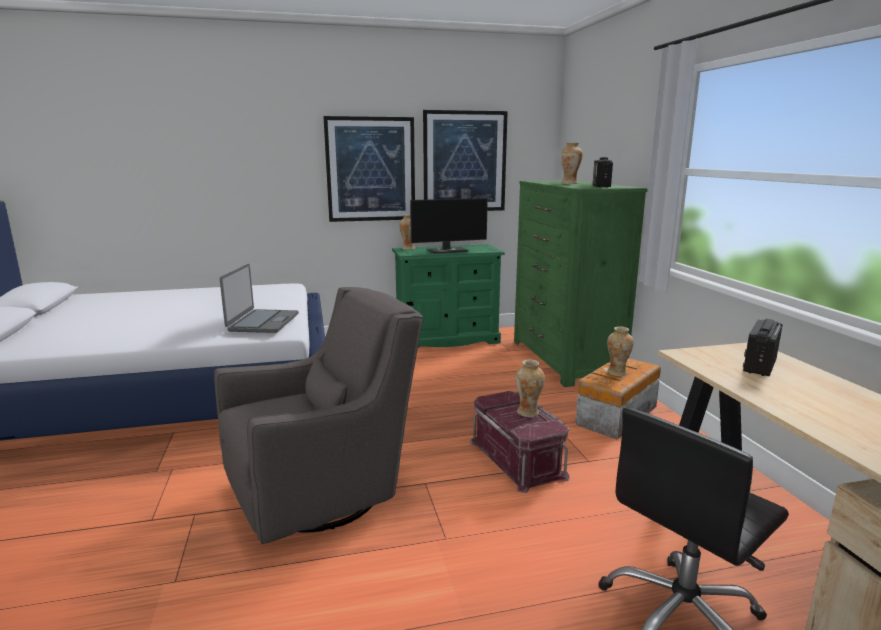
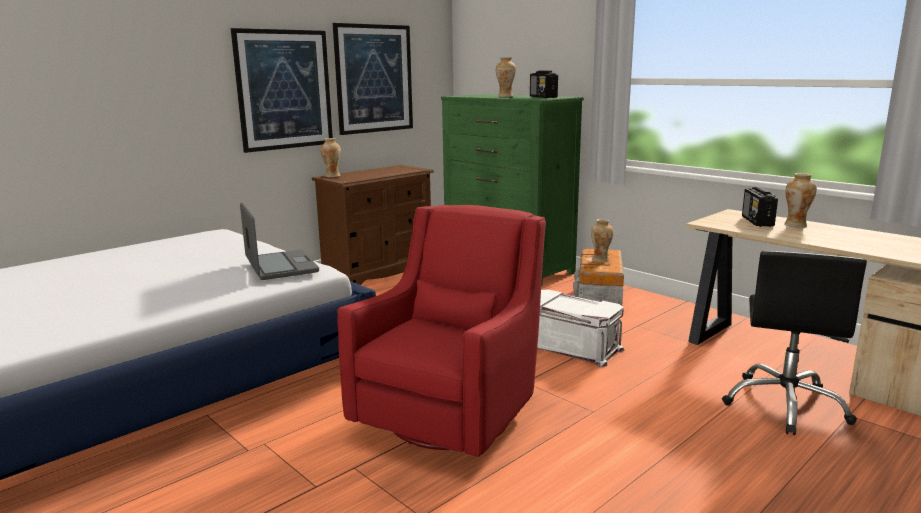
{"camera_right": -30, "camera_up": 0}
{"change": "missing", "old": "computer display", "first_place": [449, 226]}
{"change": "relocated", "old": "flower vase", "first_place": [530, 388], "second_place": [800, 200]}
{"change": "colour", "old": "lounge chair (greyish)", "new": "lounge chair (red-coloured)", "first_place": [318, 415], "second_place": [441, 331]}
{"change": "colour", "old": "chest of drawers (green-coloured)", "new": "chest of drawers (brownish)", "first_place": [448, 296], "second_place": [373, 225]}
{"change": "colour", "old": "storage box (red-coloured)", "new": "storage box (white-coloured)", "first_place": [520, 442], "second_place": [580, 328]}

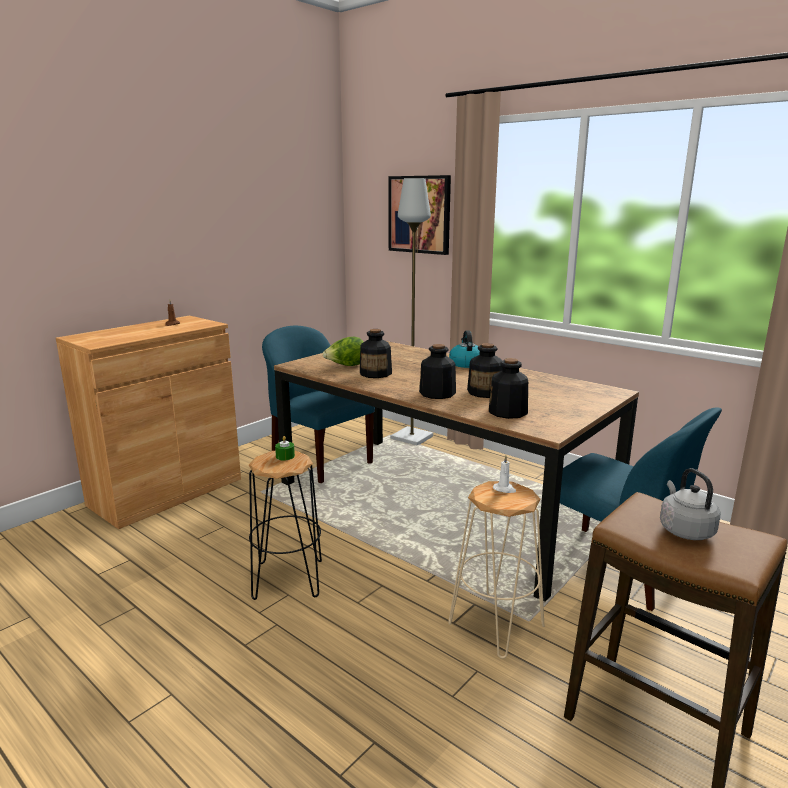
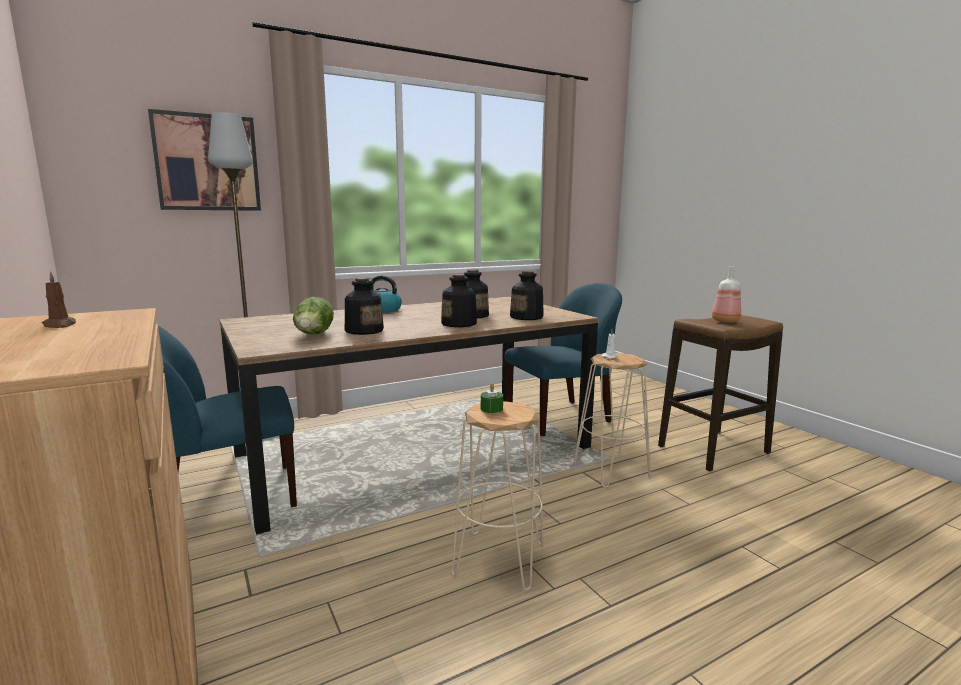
{"camera_right": -70, "camera_up": -5}
{"change": "exchanged", "old": "water kettle (greyish)", "new": "beverage bottle", "first_place": [690, 504], "second_place": [726, 294]}
{"change": "colour", "old": "stool seat (black-coloured)", "new": "stool seat (sand-coloured)", "first_place": [285, 525], "second_place": [498, 496]}

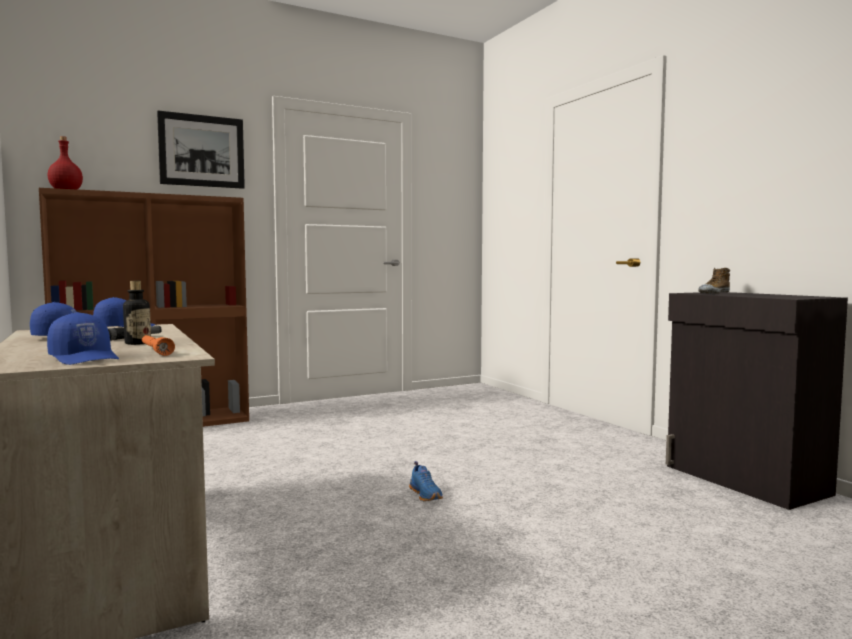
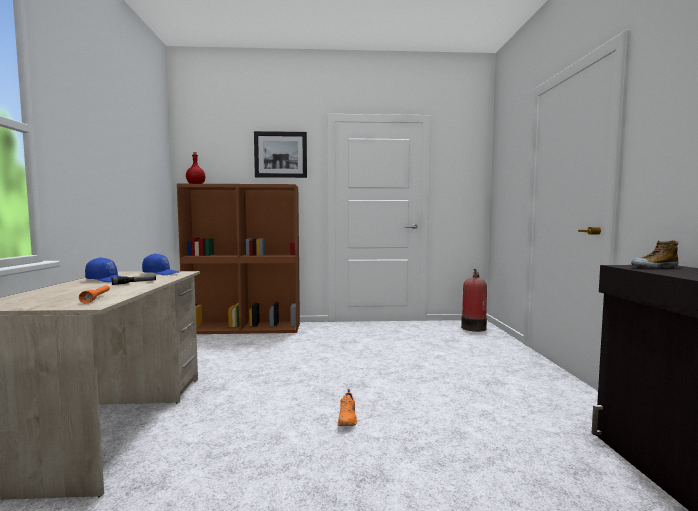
{"camera_right": 25, "camera_up": 0}
{"change": "missing", "old": "baseball cap (blue-coloured)", "first_place": [83, 338]}
{"change": "missing", "old": "beverage bottle", "first_place": [137, 313]}
{"change": "appeared", "new": "extinguisher", "second_place": [474, 300]}
{"change": "colour", "old": "item of footwear (blue-coloured)", "new": "item of footwear (orange-coloured)", "first_place": [426, 481], "second_place": [347, 407]}

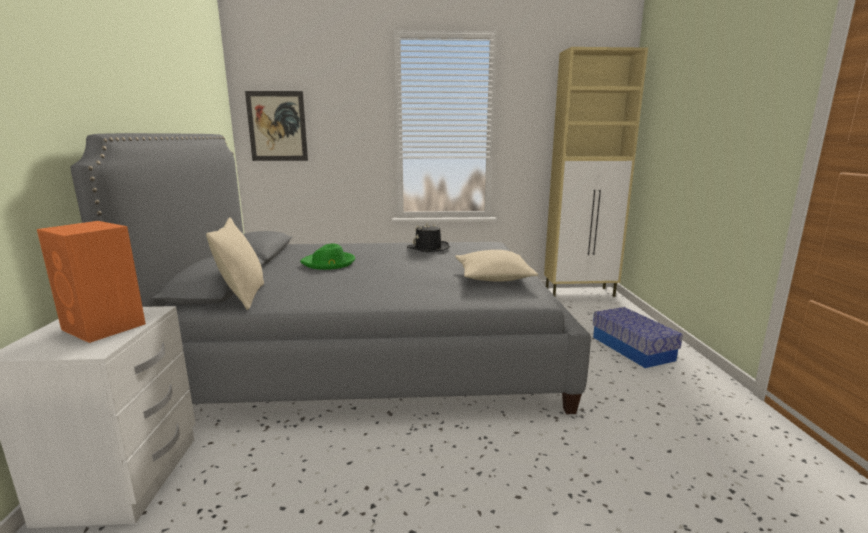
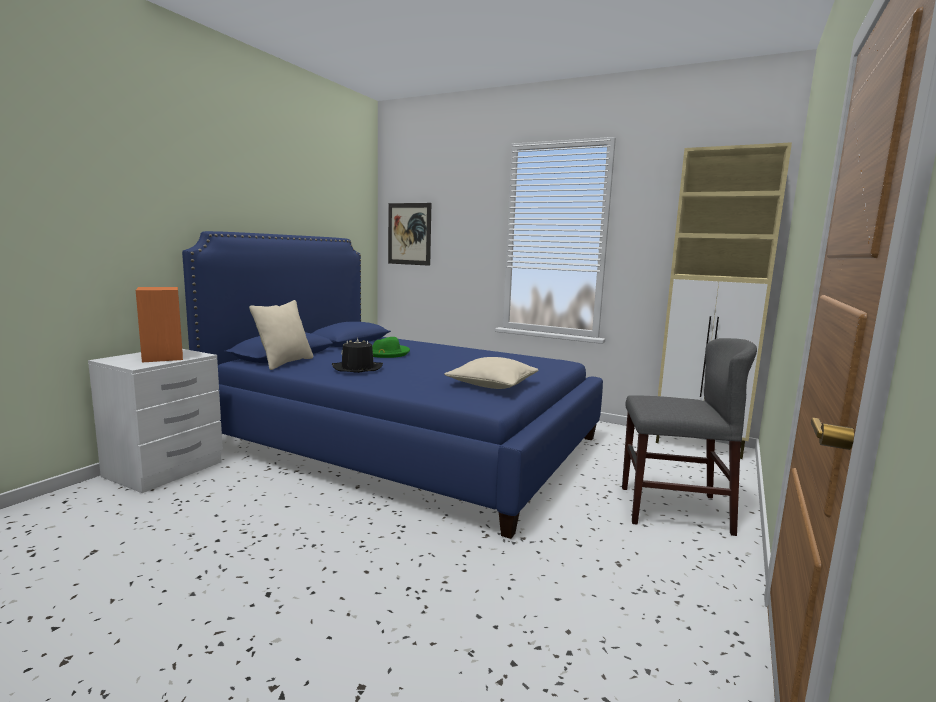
{"camera_right": 30, "camera_up": -5}
{"change": "relocated", "old": "hat (black-coloured)", "first_place": [428, 237], "second_place": [357, 355]}
{"change": "exchanged", "old": "storage box", "new": "upright chair (greyish)", "first_place": [638, 337], "second_place": [689, 437]}
{"change": "colour", "old": "bedroom bed (greyish)", "new": "bedroom bed (blue-coloured)", "first_place": [331, 273], "second_place": [392, 385]}

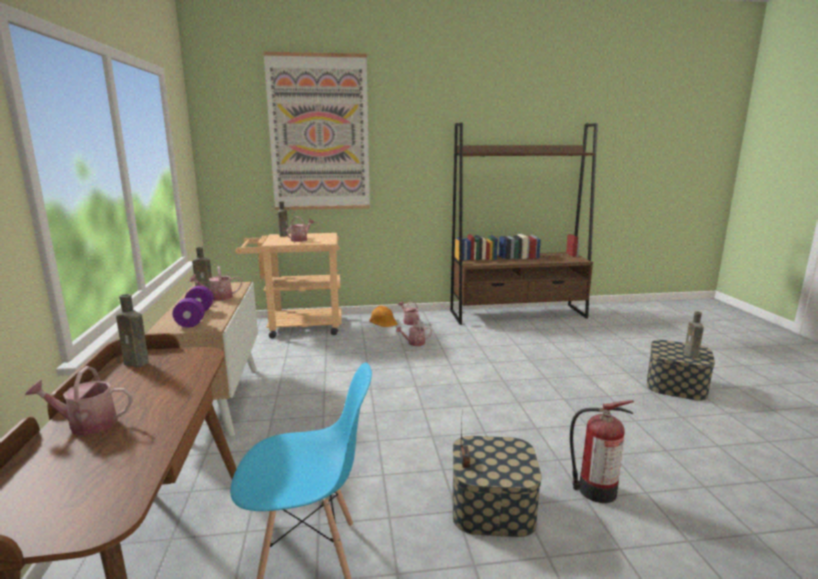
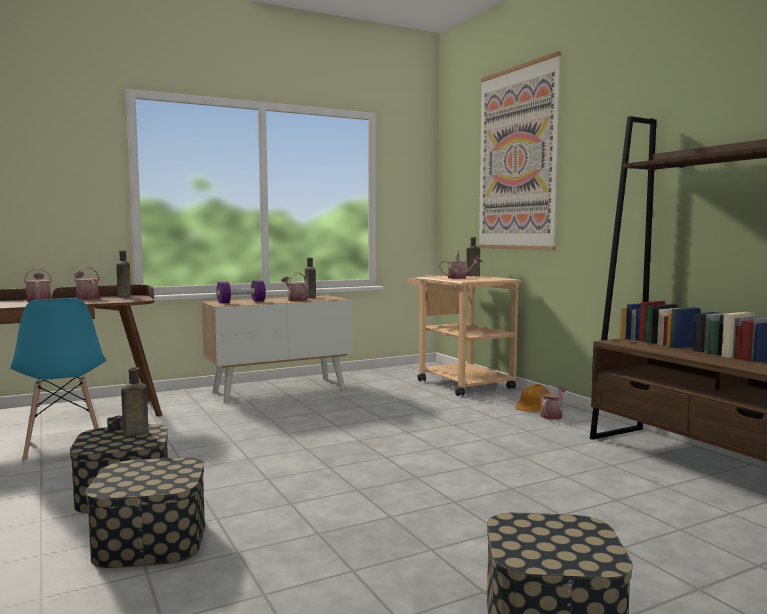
{"camera_right": 70, "camera_up": -10}
{"change": "relocated", "old": "sprinkling can", "first_place": [414, 333], "second_place": [87, 283]}
{"change": "relocated", "old": "beverage bottle (brownish)", "first_place": [694, 334], "second_place": [135, 402]}
{"change": "exchanged", "old": "extinguisher", "new": "storage box", "first_place": [602, 451], "second_place": [145, 512]}

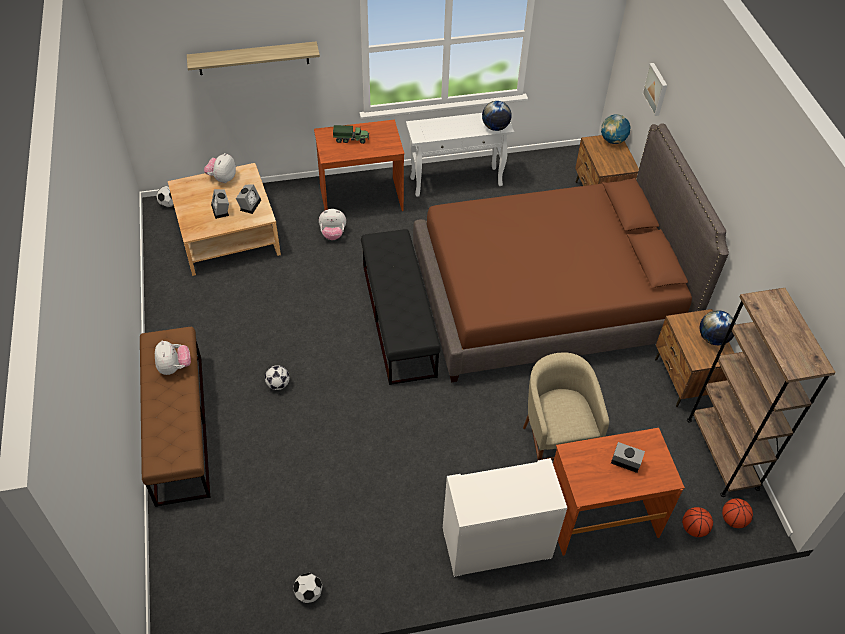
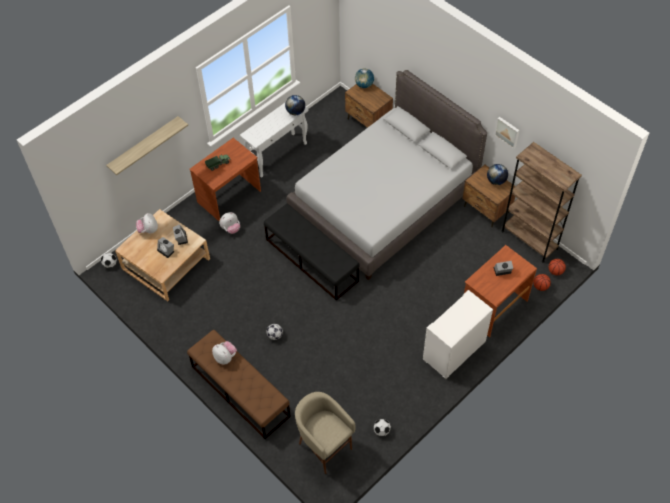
{"camera_right": -30, "camera_up": 5}
{"change": "relocated", "old": "stool seat (sand-coloured)", "first_place": [566, 406], "second_place": [325, 433]}
{"change": "relocated", "old": "wall art", "first_place": [654, 89], "second_place": [507, 133]}
{"change": "colour", "old": "bedroom bed (brownish)", "new": "bedroom bed (greyish)", "first_place": [571, 252], "second_place": [387, 175]}

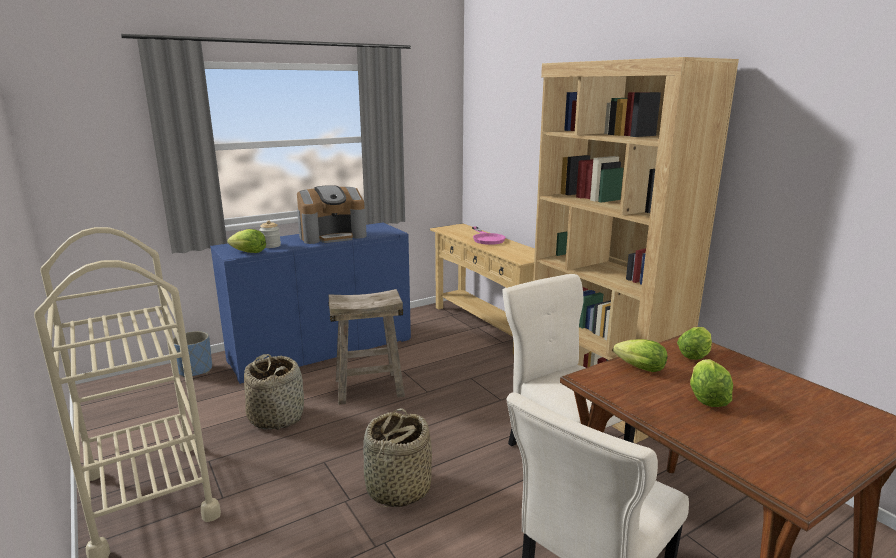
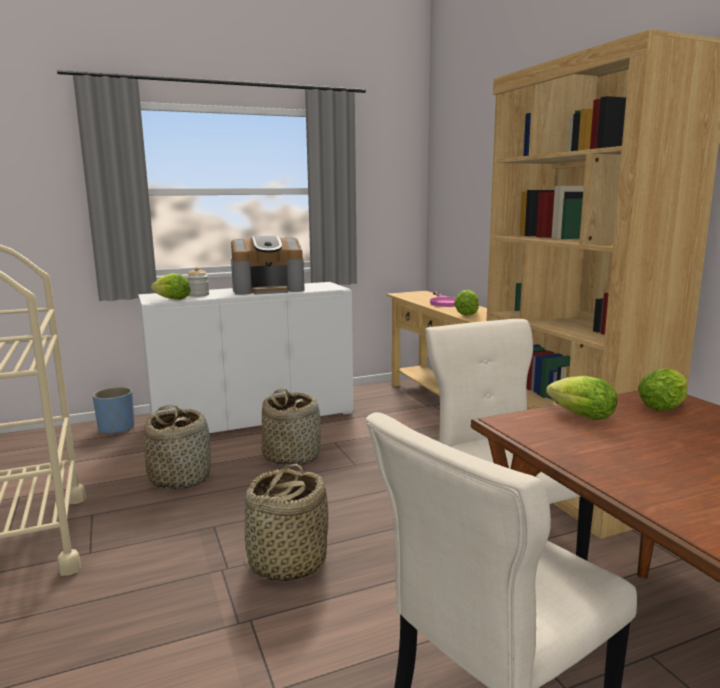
{"camera_right": 10, "camera_up": -5}
{"change": "relocated", "old": "lettuce", "first_place": [711, 383], "second_place": [466, 303]}
{"change": "exchanged", "old": "stool seat (sand-coloured)", "new": "household basket", "first_place": [366, 347], "second_place": [291, 427]}
{"change": "colour", "old": "cupboard (blue-coloured)", "new": "cupboard (white-coloured)", "first_place": [310, 303], "second_place": [245, 357]}

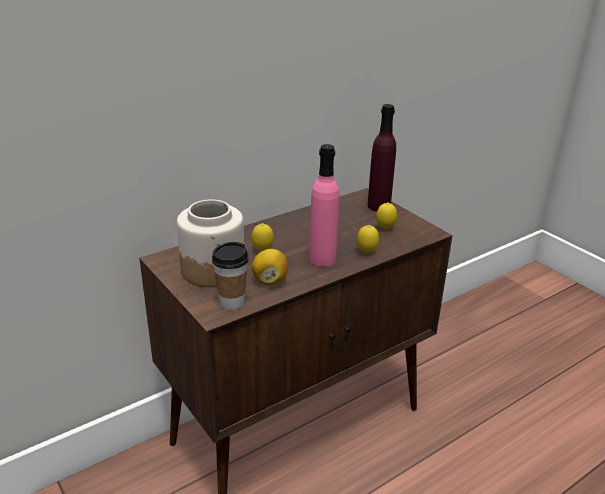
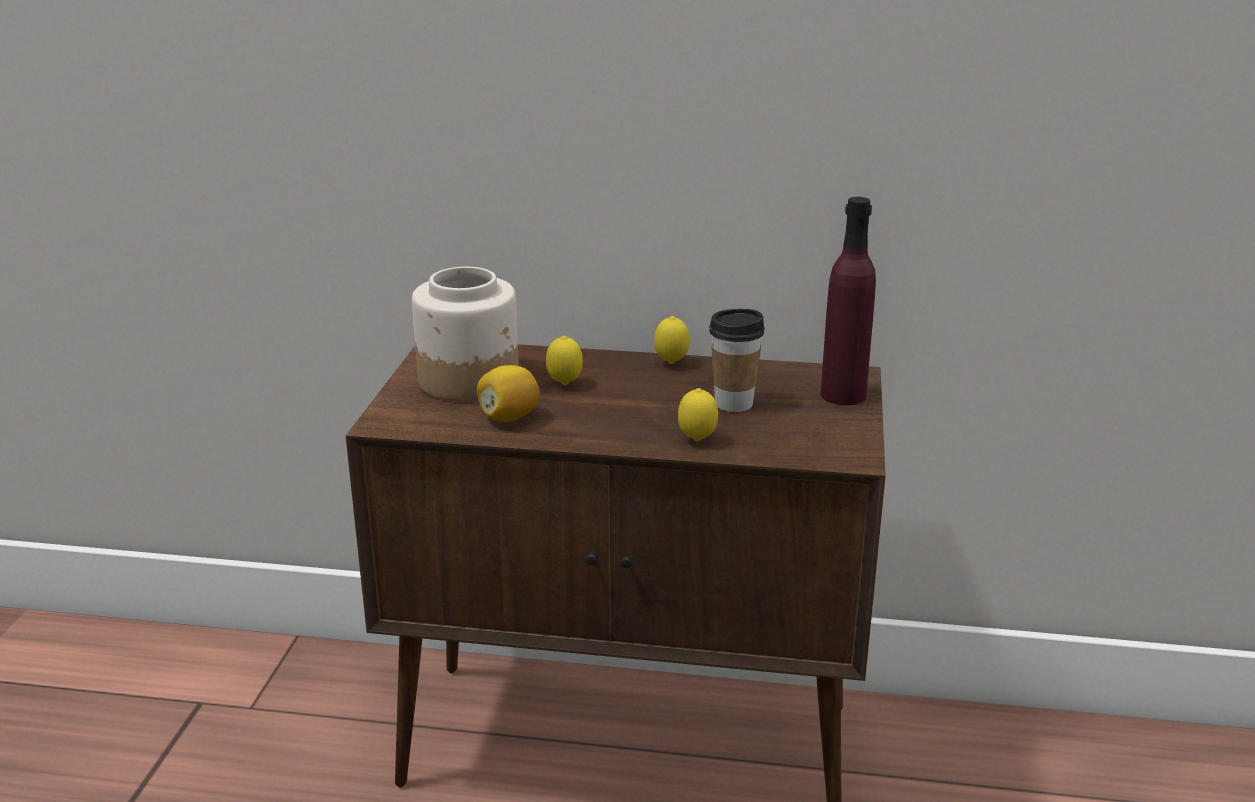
{"camera_right": 45, "camera_up": -5}
{"change": "missing", "old": "beverage bottle (pink)", "first_place": [324, 205]}
{"change": "relocated", "old": "drinking cup", "first_place": [230, 276], "second_place": [737, 360]}
{"change": "relocated", "old": "citrus fruit", "first_place": [386, 215], "second_place": [672, 340]}

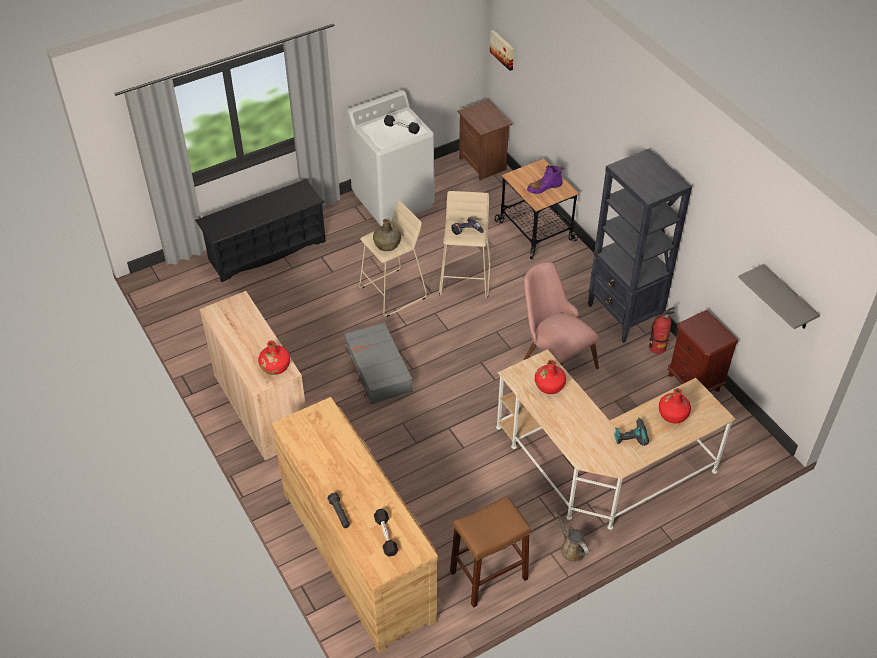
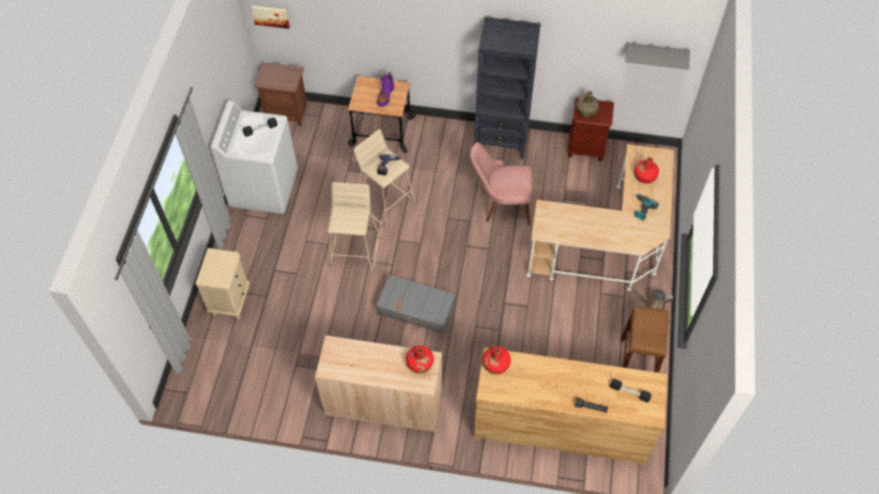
{"camera_right": -50, "camera_up": 10}
{"change": "missing", "old": "extinguisher", "first_place": [662, 330]}
{"change": "relocated", "old": "beverage bottle (green-coloured)", "first_place": [387, 234], "second_place": [587, 104]}
{"change": "relocated", "old": "beverage bottle (red-coloured)", "first_place": [550, 377], "second_place": [496, 360]}
{"change": "exchanged", "old": "shoe stand (black-coloured)", "new": "night table (sand-coloured)", "first_place": [260, 230], "second_place": [223, 283]}

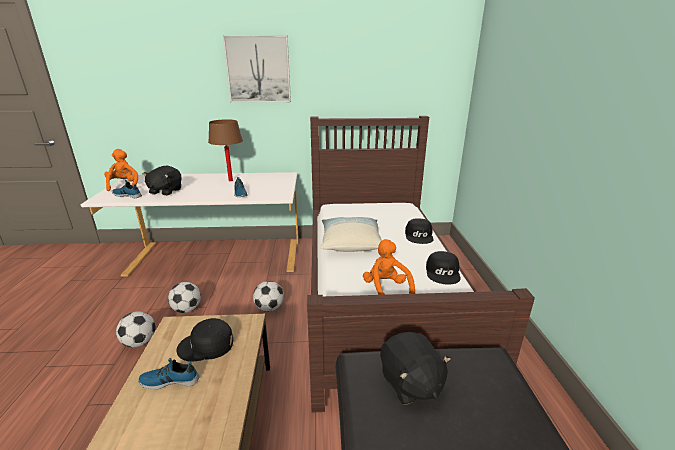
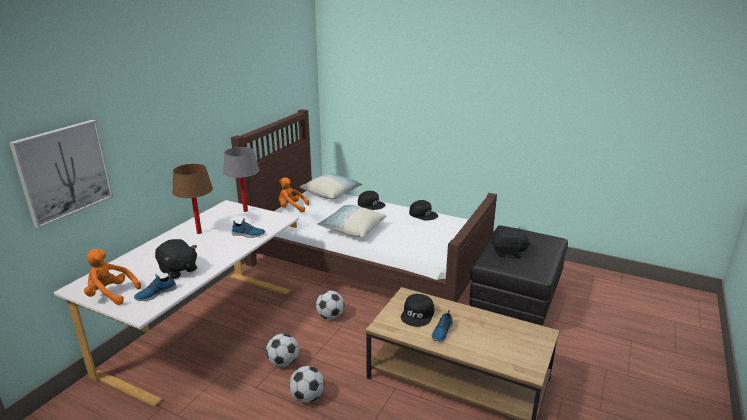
{"camera_right": -60, "camera_up": 0}
{"change": "appeared", "new": "table lamp (greyish)", "second_place": [241, 179]}
{"change": "appeared", "new": "throw pillow", "second_place": [331, 186]}
{"change": "relocated", "old": "wall art", "first_place": [257, 68], "second_place": [61, 174]}
{"change": "relocated", "old": "soft toy (orange-coloured)", "first_place": [389, 267], "second_place": [294, 195]}

